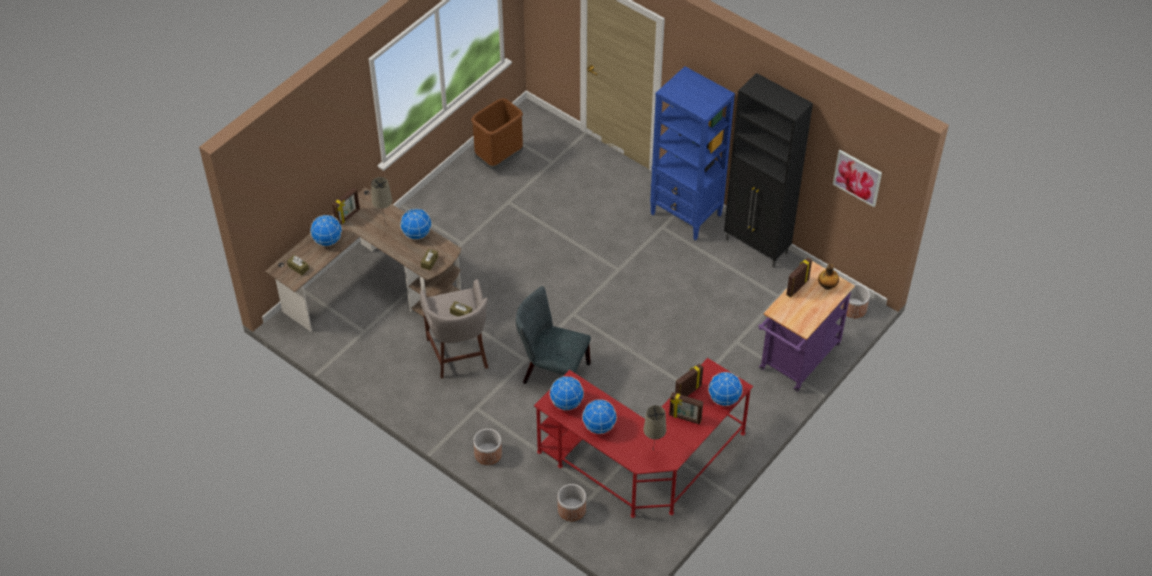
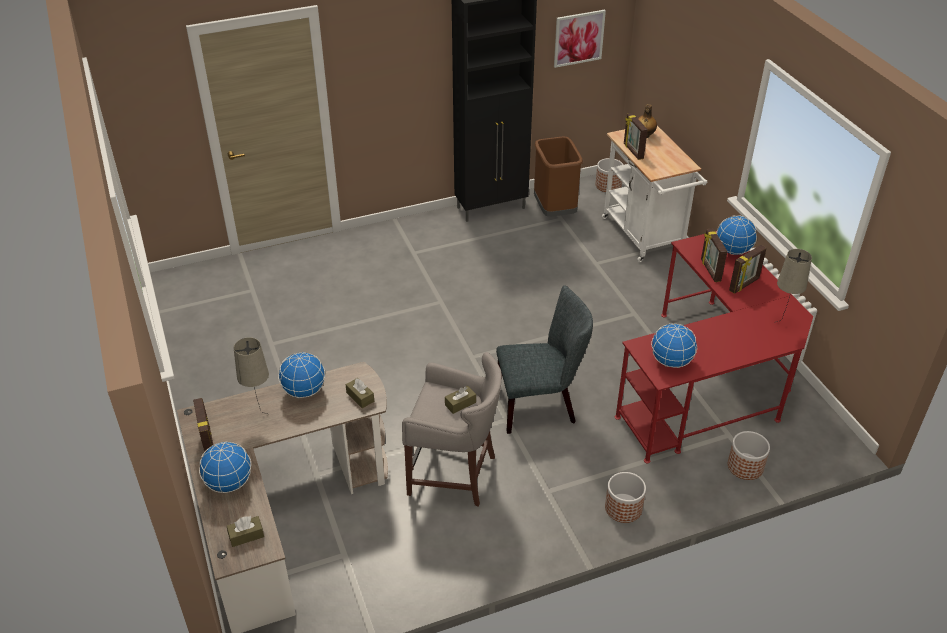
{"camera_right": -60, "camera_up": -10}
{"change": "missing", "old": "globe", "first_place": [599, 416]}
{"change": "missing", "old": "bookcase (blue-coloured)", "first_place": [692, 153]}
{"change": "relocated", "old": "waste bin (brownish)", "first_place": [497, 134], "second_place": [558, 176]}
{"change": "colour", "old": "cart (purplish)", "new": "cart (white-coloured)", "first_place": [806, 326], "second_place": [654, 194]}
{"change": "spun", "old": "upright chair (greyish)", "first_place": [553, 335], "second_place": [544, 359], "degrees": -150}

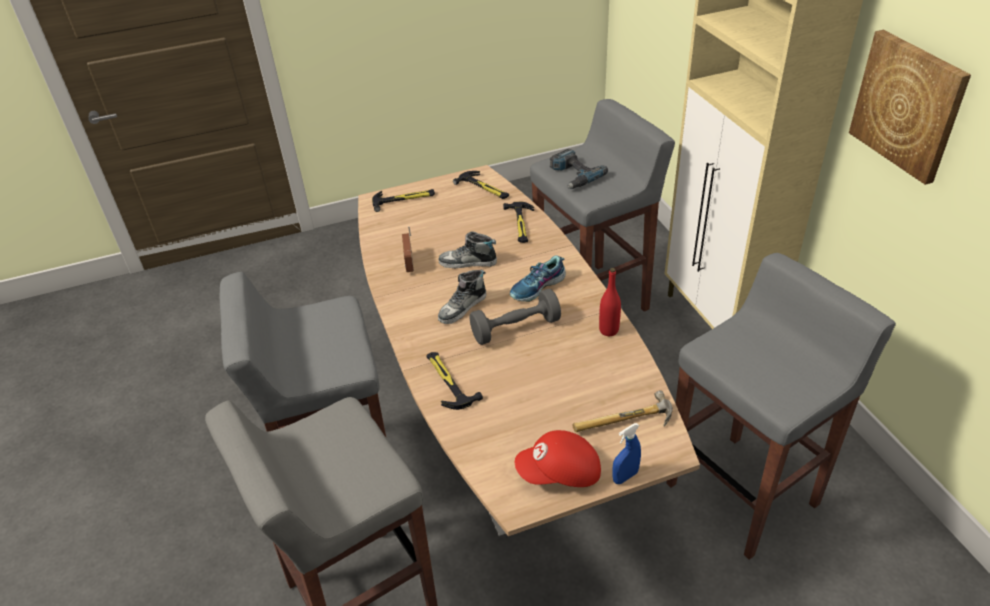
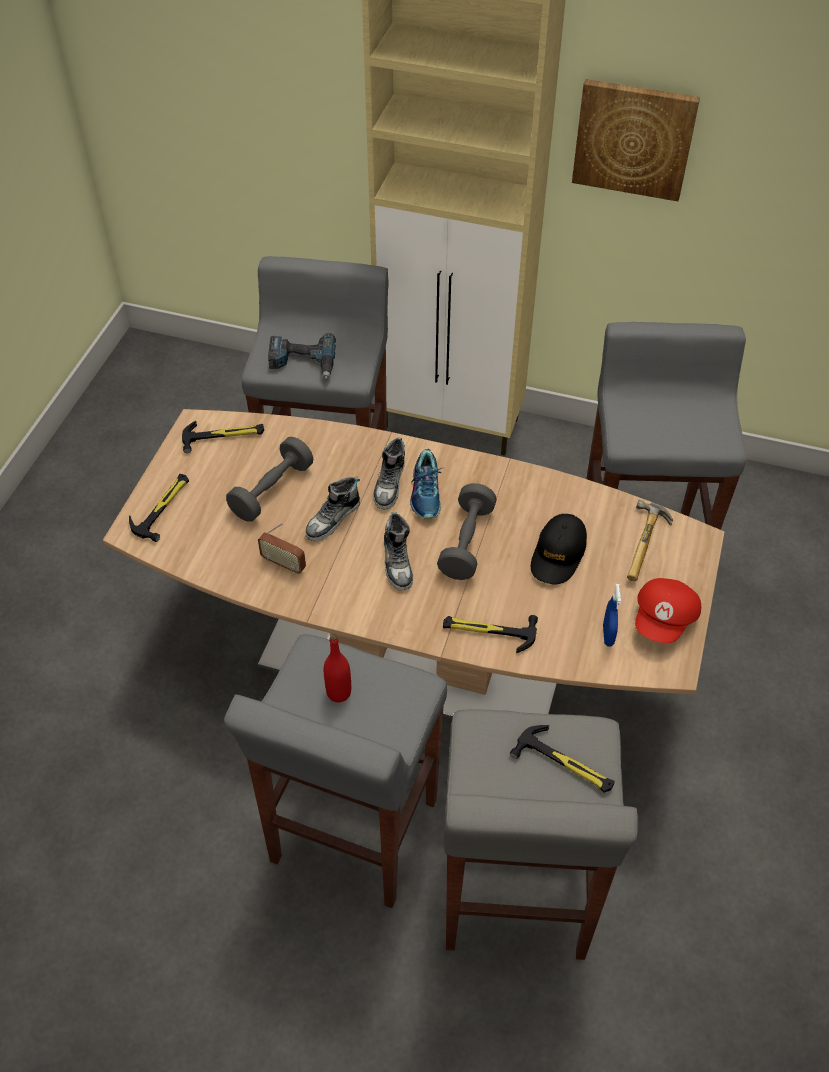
{"camera_right": -55, "camera_up": 10}
{"change": "appeared", "new": "hand weight (greyish)", "second_place": [269, 479]}
{"change": "appeared", "new": "item of footwear", "second_place": [389, 473]}
{"change": "appeared", "new": "baseball cap (black-coloured)", "second_place": [559, 549]}
{"change": "relocated", "old": "hand hammer", "first_place": [518, 222], "second_place": [562, 758]}
{"change": "relocated", "old": "beverage bottle (red-coloured)", "first_place": [610, 302], "second_place": [337, 668]}
{"change": "relocated", "old": "hand sprayer (blue-coloured)", "first_place": [626, 453], "second_place": [612, 615]}

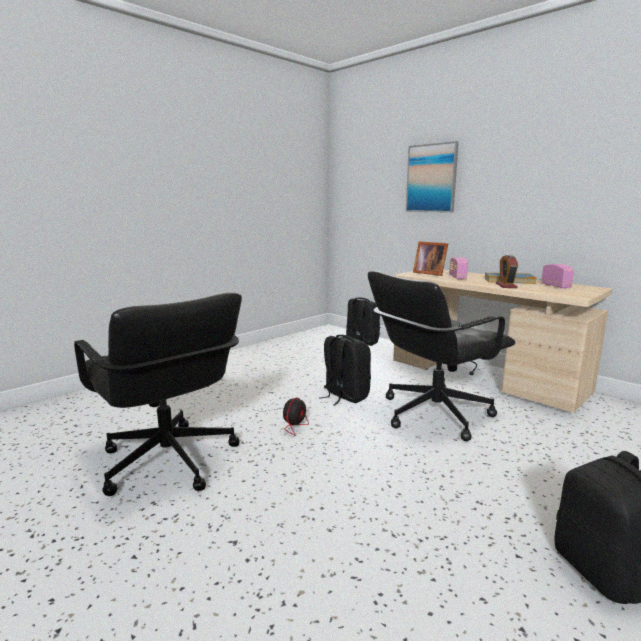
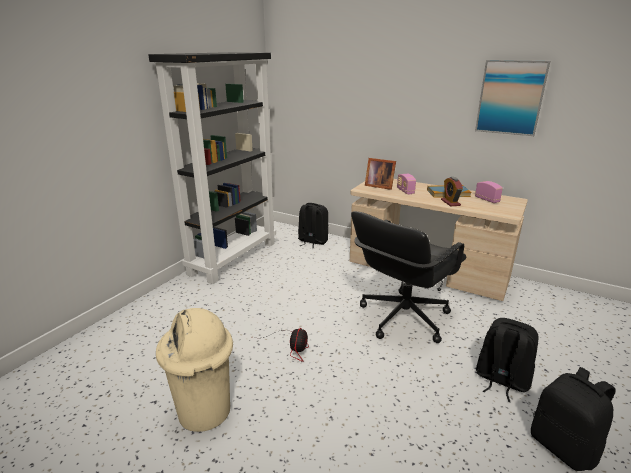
{"camera_right": -15, "camera_up": 10}
{"change": "appeared", "new": "bookcase (black-coloured)", "second_place": [212, 168]}
{"change": "relocated", "old": "backpack (black-coloured)", "first_place": [345, 370], "second_place": [507, 360]}
{"change": "relocated", "old": "wall art", "first_place": [432, 177], "second_place": [512, 98]}
{"change": "exchanged", "old": "desk chair (black-coloured)", "new": "waste bin (sand-coloured)", "first_place": [158, 394], "second_place": [194, 370]}

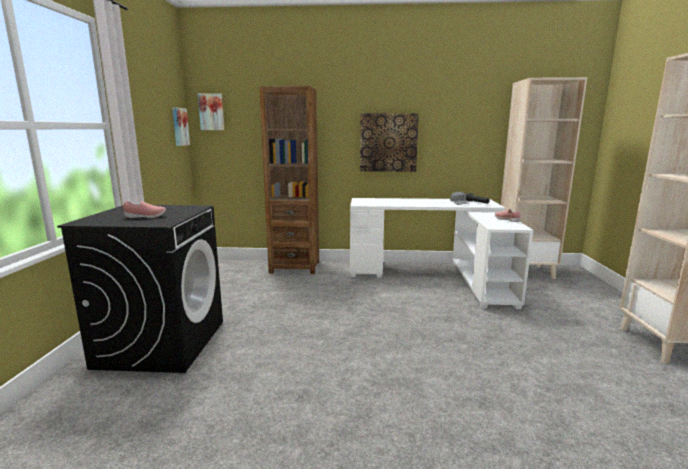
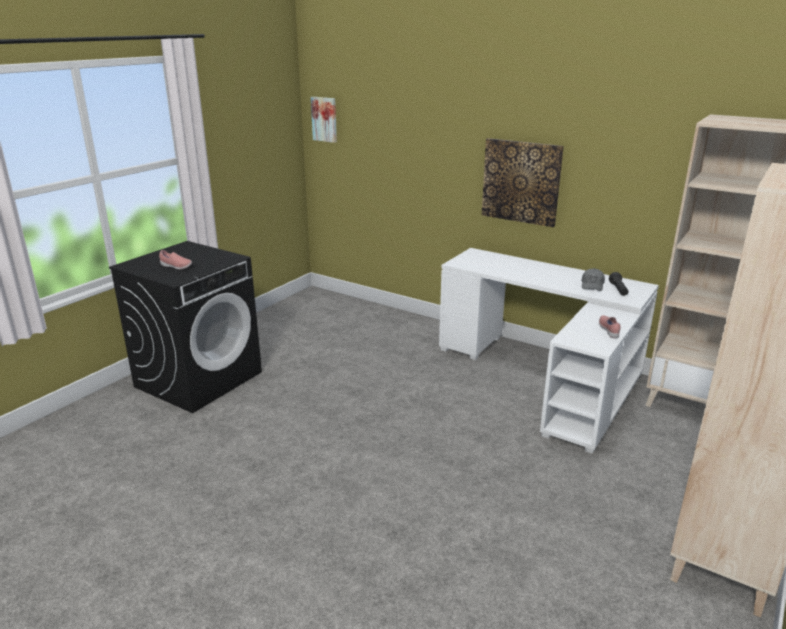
{"camera_right": 30, "camera_up": 10}
{"change": "missing", "old": "wall art", "first_place": [181, 126]}
{"change": "missing", "old": "bookcase (brownish)", "first_place": [289, 180]}

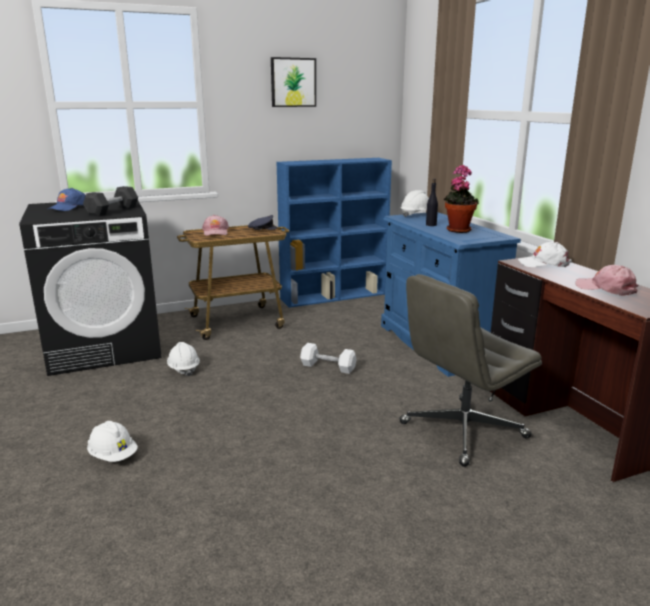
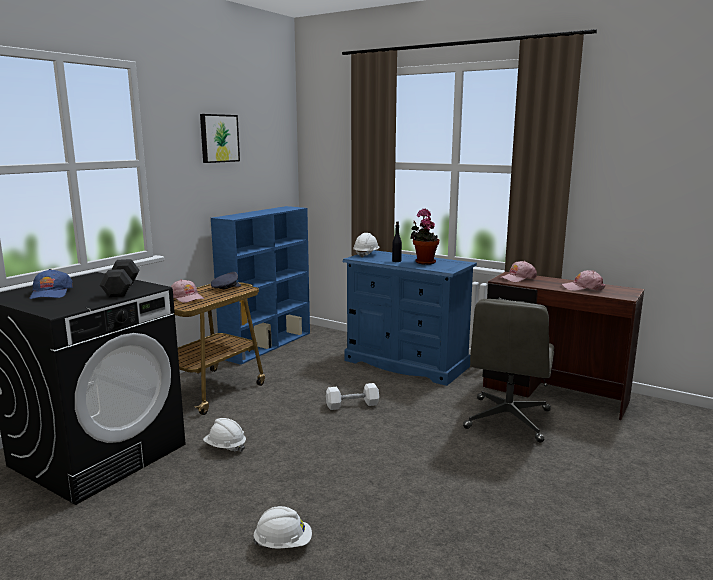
{"camera_right": -35, "camera_up": -5}
{"change": "colour", "old": "baseball cap (white-coloured)", "new": "baseball cap (pink)", "first_place": [545, 254], "second_place": [518, 271]}

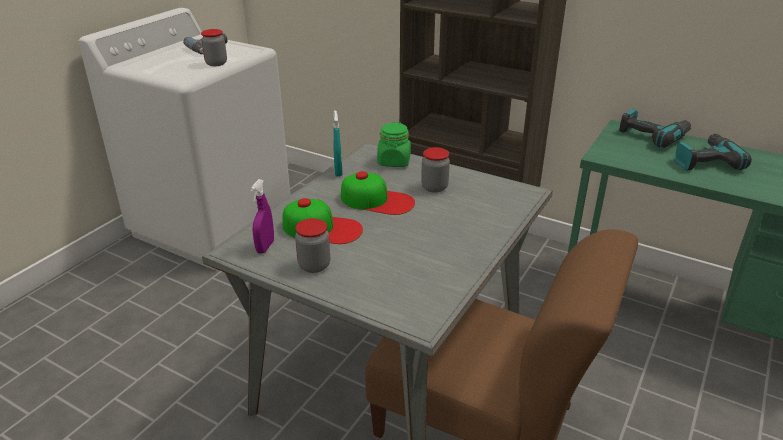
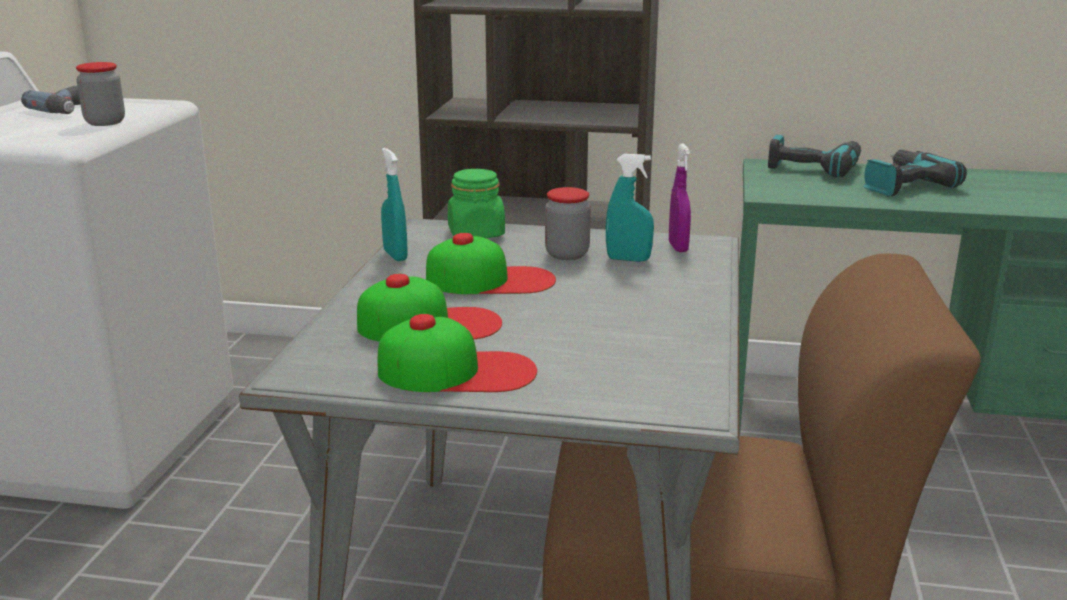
{"camera_right": -20, "camera_up": -10}
{"change": "appeared", "new": "hand sprayer (blue-green)", "second_place": [630, 208]}
{"change": "relocated", "old": "hand sprayer (purplish)", "first_place": [262, 216], "second_place": [680, 198]}
{"change": "exchanged", "old": "preserve jar", "new": "baseball cap", "first_place": [312, 245], "second_place": [457, 353]}

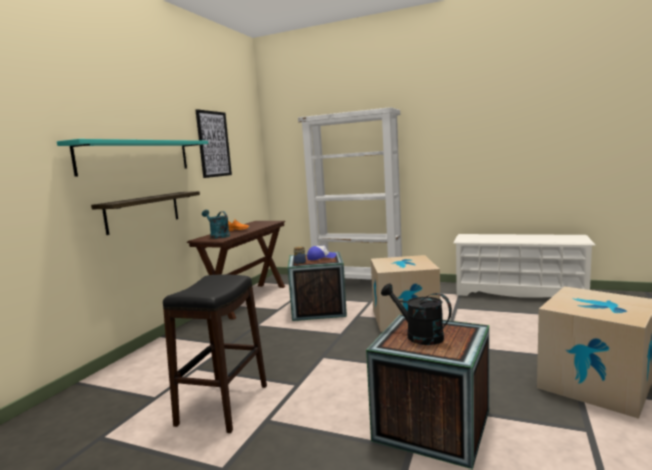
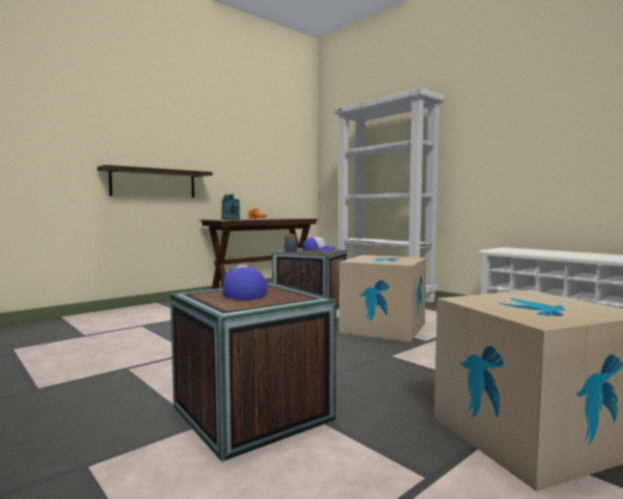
{"camera_right": 25, "camera_up": -5}
{"change": "missing", "old": "bracket shelf (blue-green)", "first_place": [132, 158]}
{"change": "missing", "old": "stool seat (black-coloured)", "first_place": [215, 354]}
{"change": "missing", "old": "wall art", "first_place": [214, 143]}
{"change": "exchanged", "old": "sprinkling can (black-coloured)", "new": "baseball cap", "first_place": [416, 314], "second_place": [245, 283]}

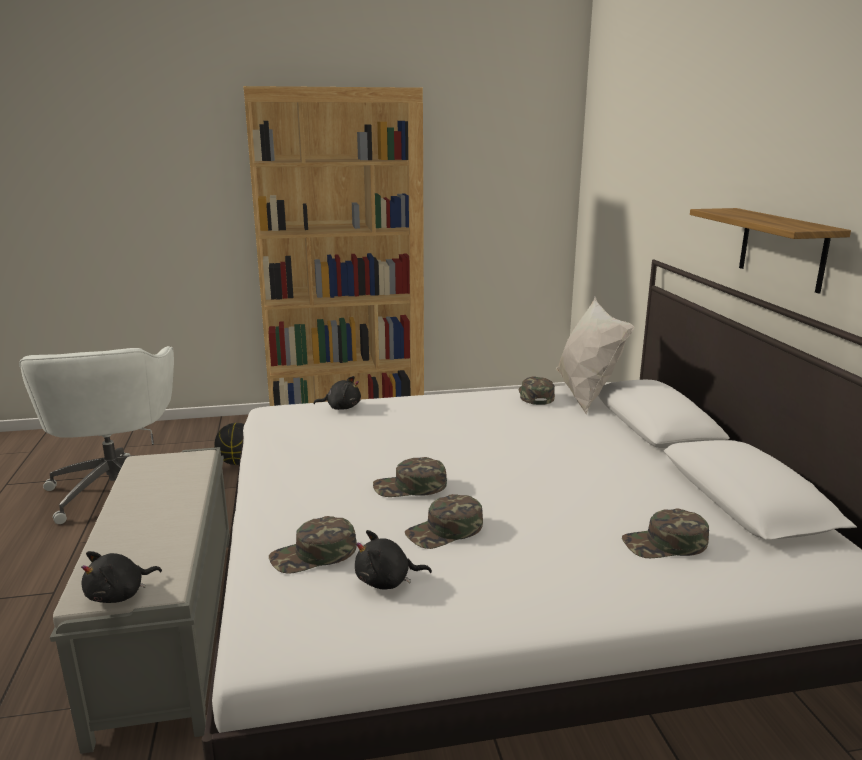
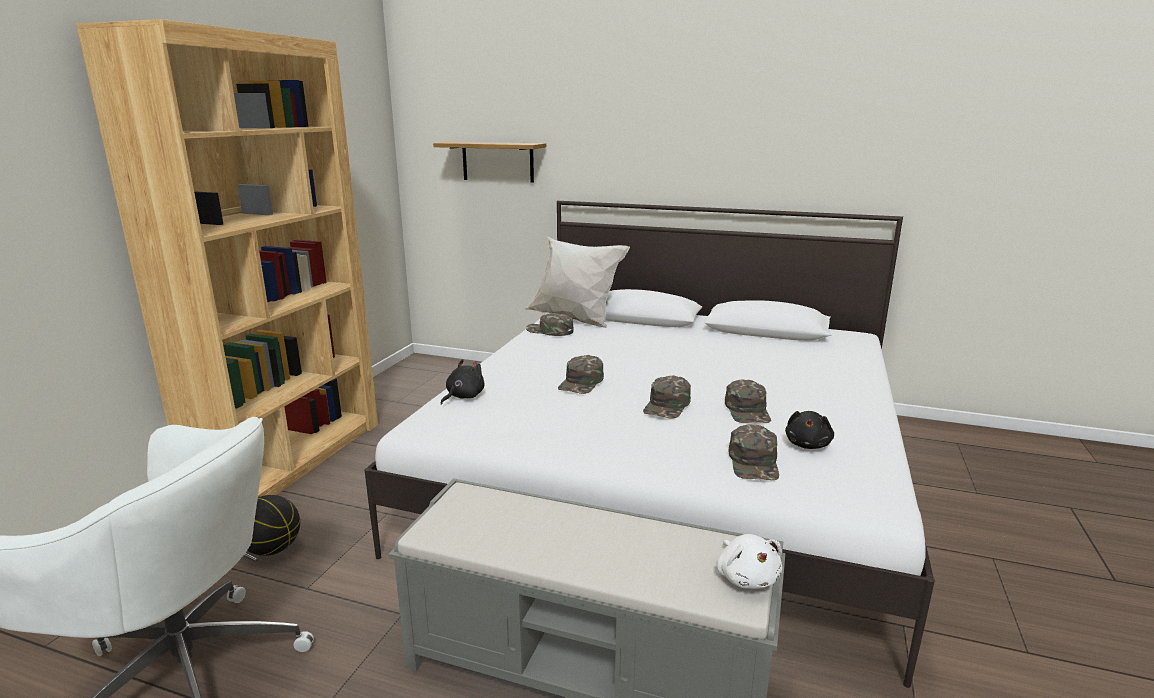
{"camera_right": -60, "camera_up": 0}
{"change": "relocated", "old": "baseball cap (green-coloured)", "first_place": [665, 533], "second_place": [581, 374]}
{"change": "relocated", "old": "bracket shelf", "first_place": [770, 251], "second_place": [489, 162]}
{"change": "colour", "old": "soft toy (black-coloured)", "new": "soft toy (white-coloured)", "first_place": [121, 577], "second_place": [749, 561]}

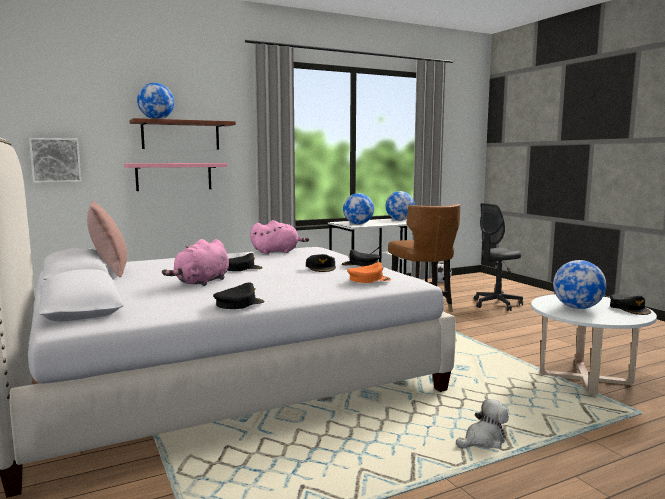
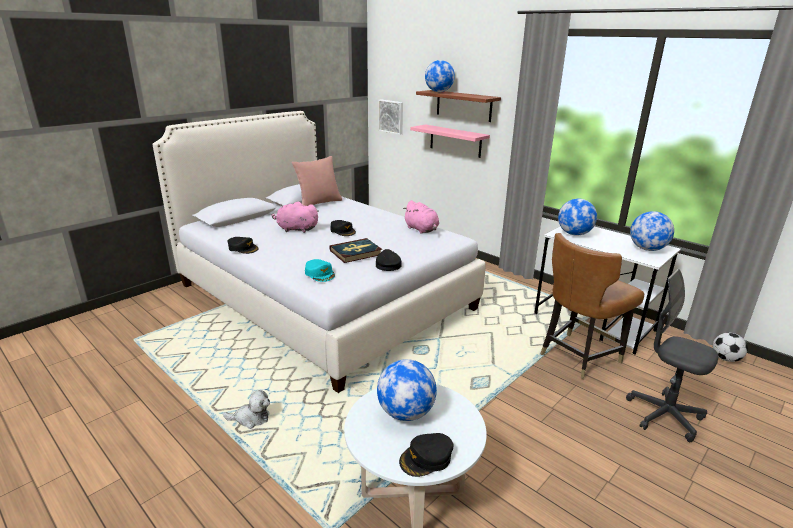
{"camera_right": 70, "camera_up": 15}
{"change": "exchanged", "old": "baseball cap (black-coloured)", "new": "bound book", "first_place": [321, 263], "second_place": [355, 250]}
{"change": "colour", "old": "baseball cap (orange-coloured)", "new": "baseball cap (blue-green)", "first_place": [369, 272], "second_place": [320, 270]}
{"change": "spun", "old": "soft toy", "first_place": [482, 424], "second_place": [246, 409], "degrees": -45}

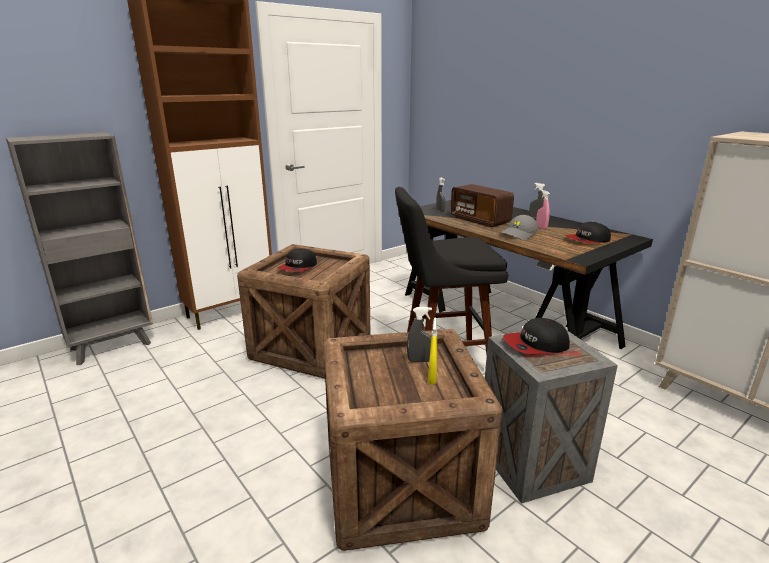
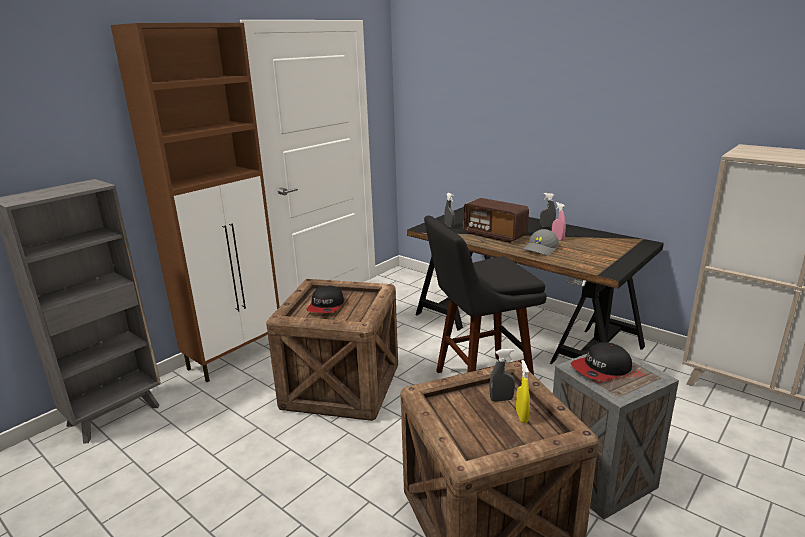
{"camera_right": -10, "camera_up": 0}
{"change": "missing", "old": "baseball cap", "first_place": [588, 232]}

